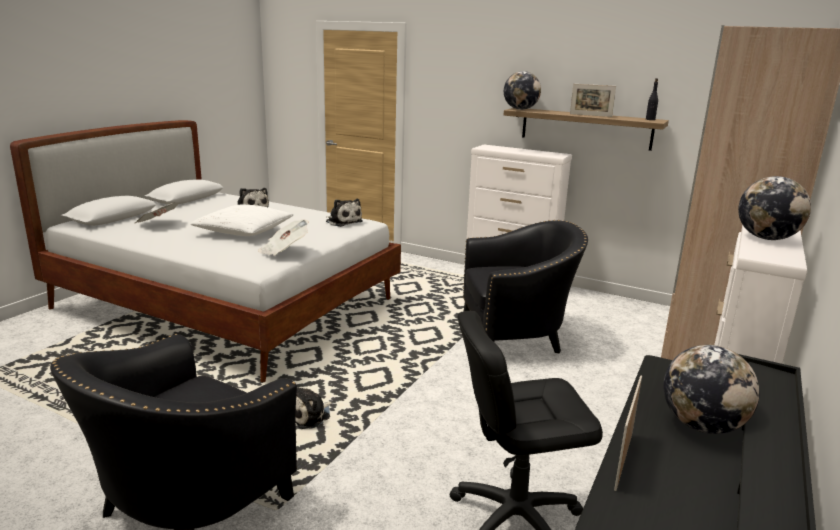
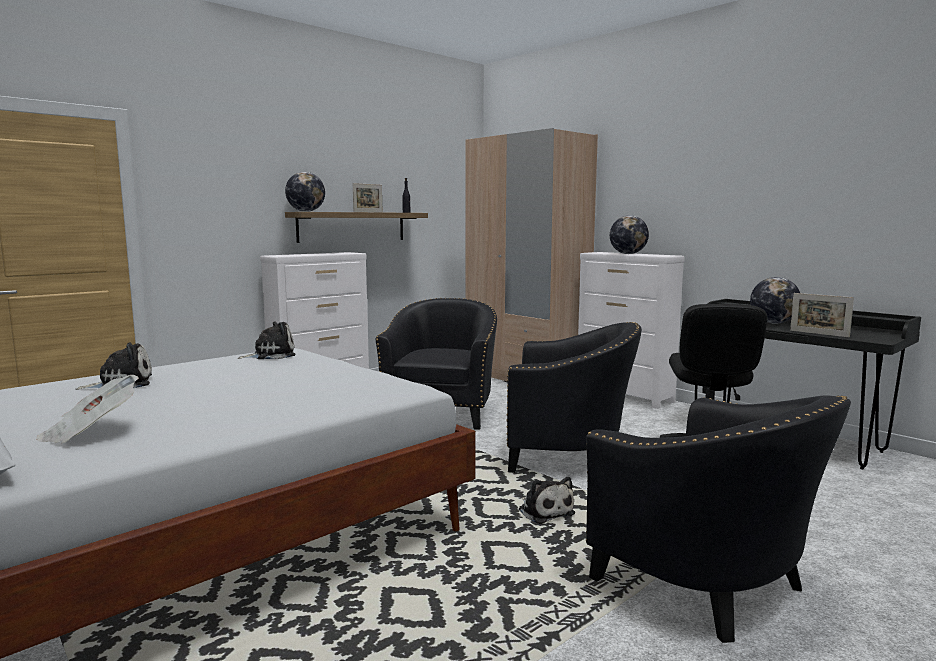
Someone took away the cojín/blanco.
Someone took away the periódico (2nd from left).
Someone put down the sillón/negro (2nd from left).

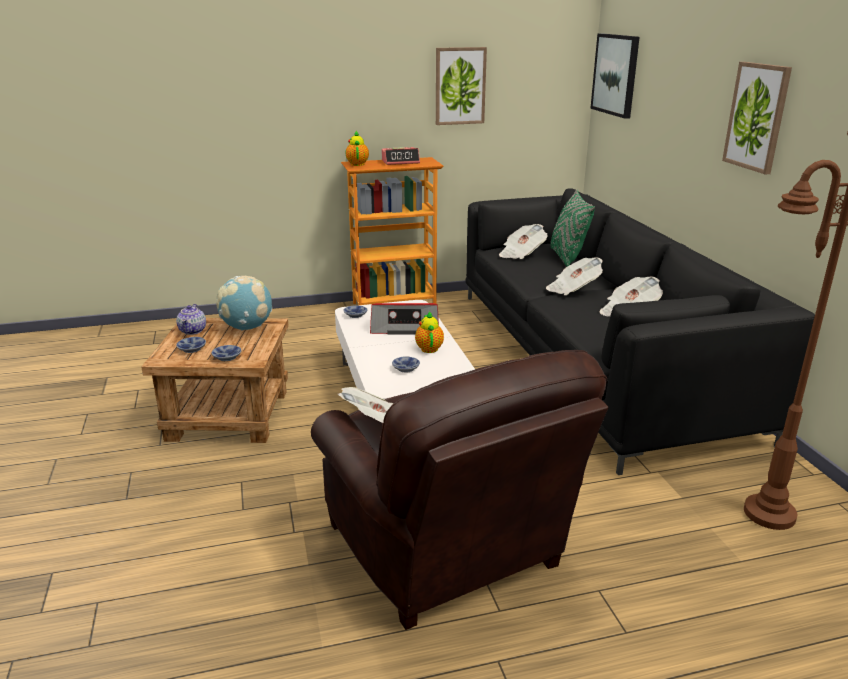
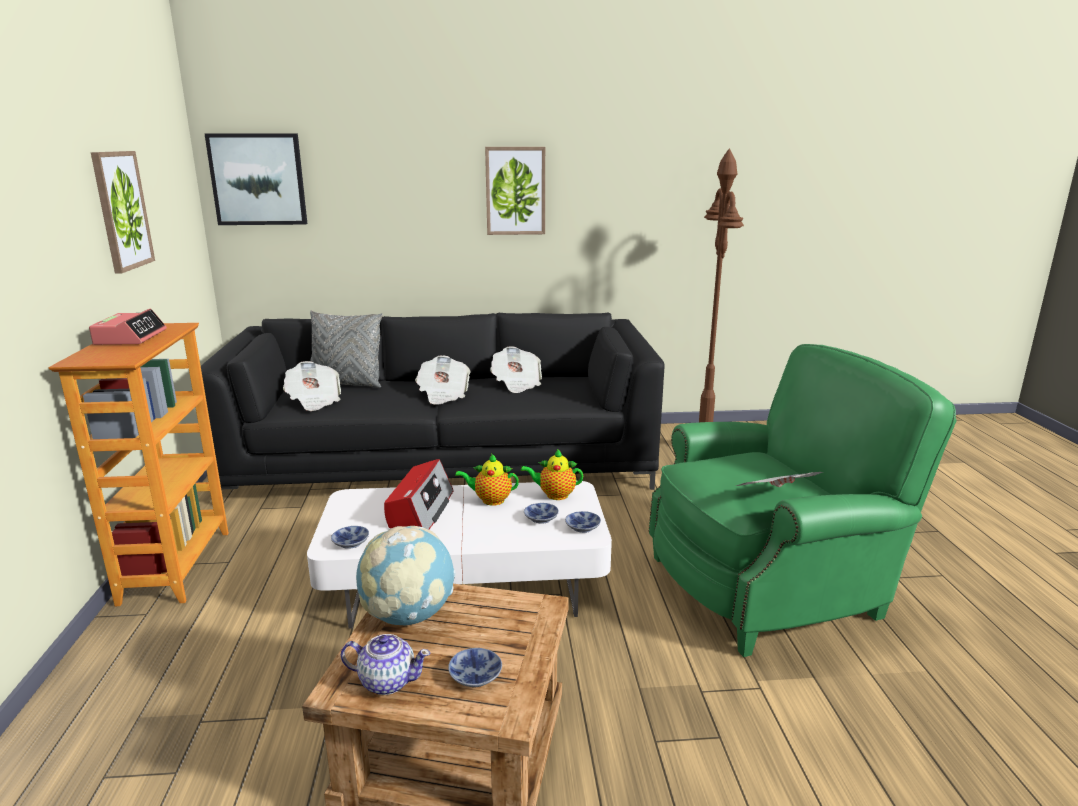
Someone carried the cuenco (2nd from left in the first image).
Someone repainted the sillón/marrón, which became the sillón/verde.
Someone carried the tetera (2nd from left in the first image).
Someone repainted the cojín/verde, which became the cojín/gris.

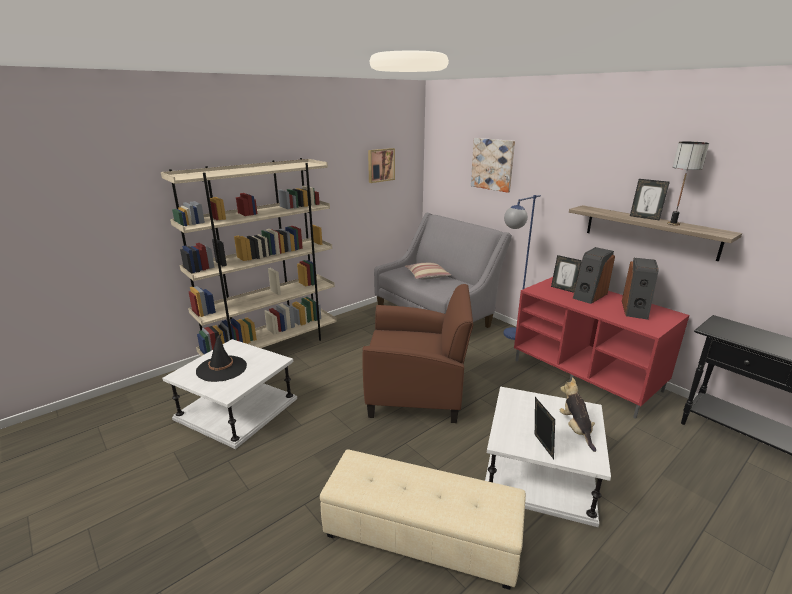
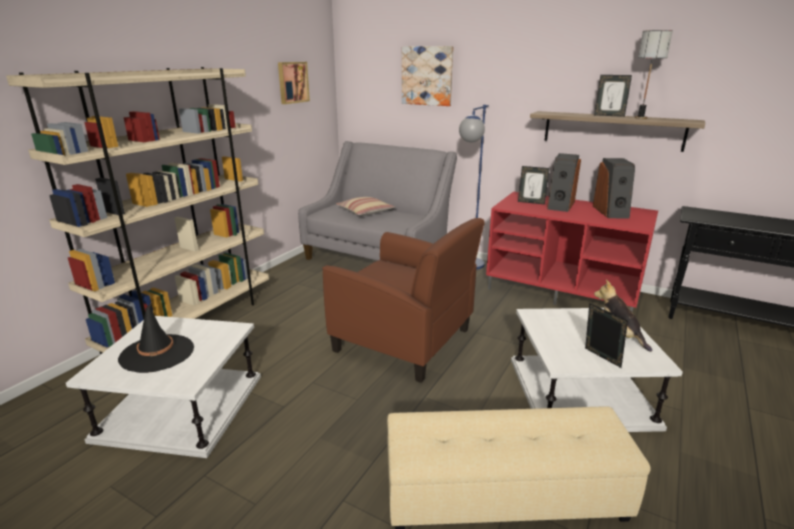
Someone rotated the sillón/marrón by 45 degrees clockwise.

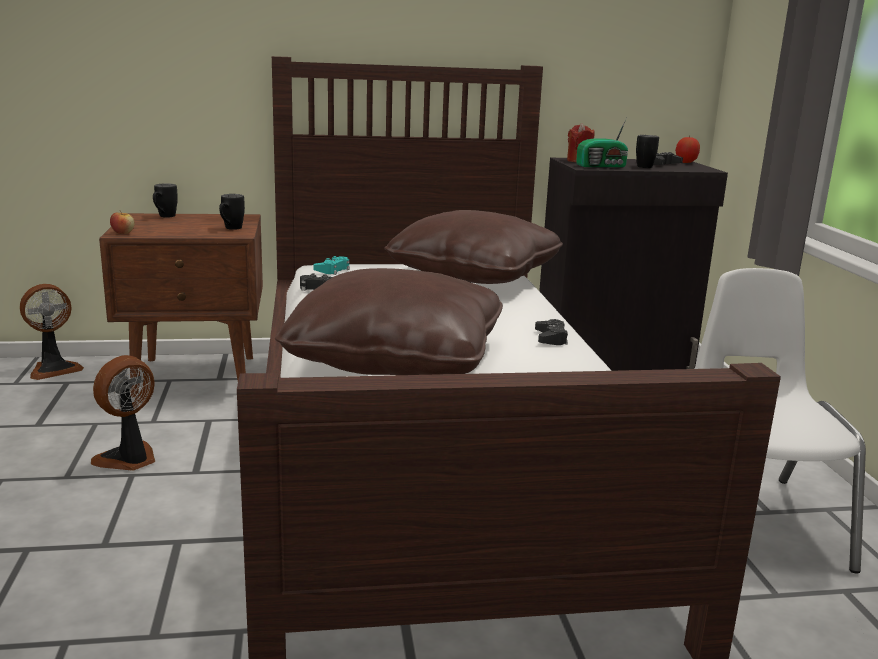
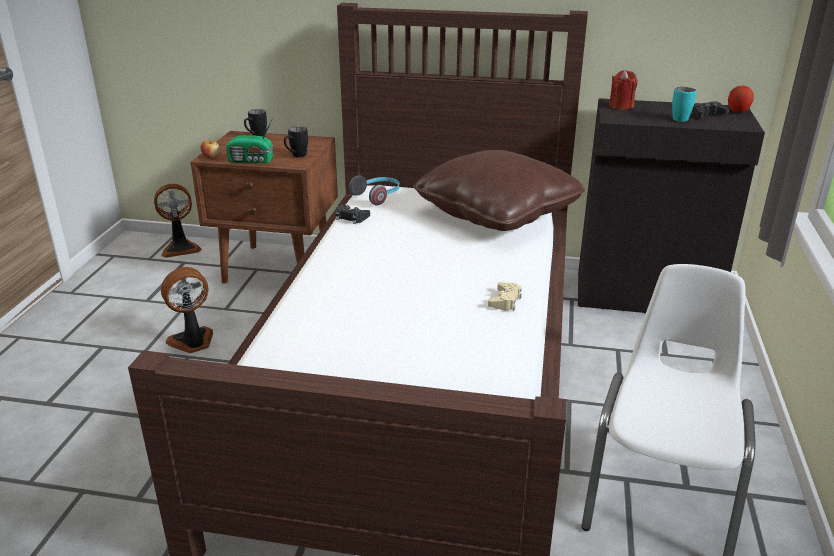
Someone took away the cojín/marrón (1st from left).
Someone swapped the mando de consola/turquesa for the auriculares.
Someone repainted the mando de consola/negro (2nd from left), which became the mando de consola/beis.
Someone carried the radio.
Someone repainted the taza grande/negro (3rd from left), which became the taza grande/turquesa.

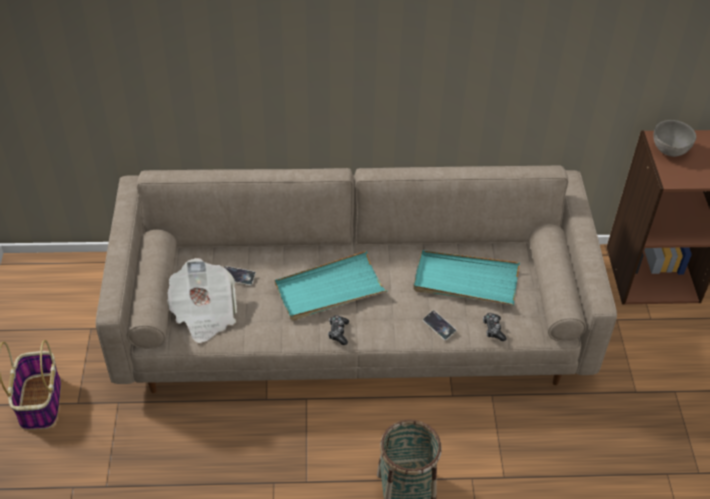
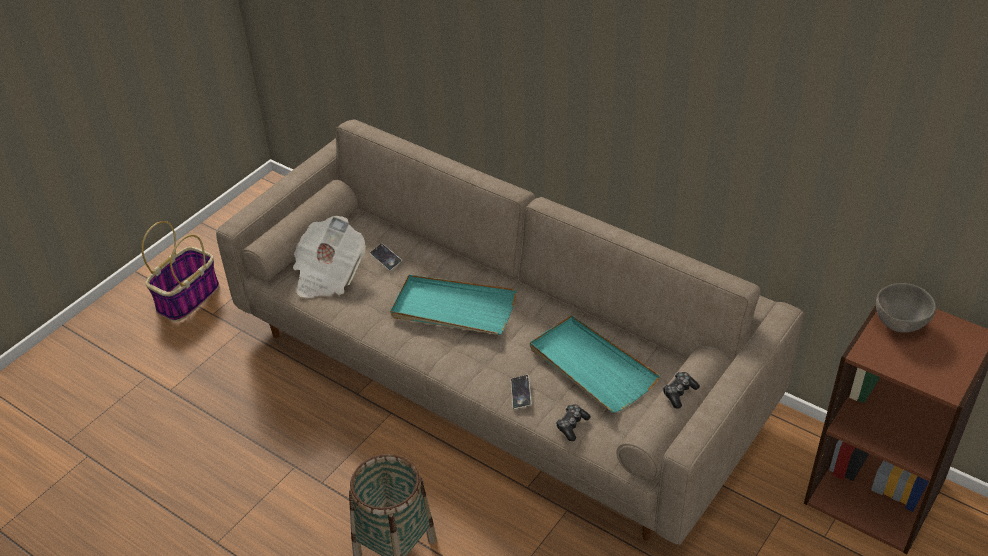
Someone carried the mando de consola (1st from left in the first image).

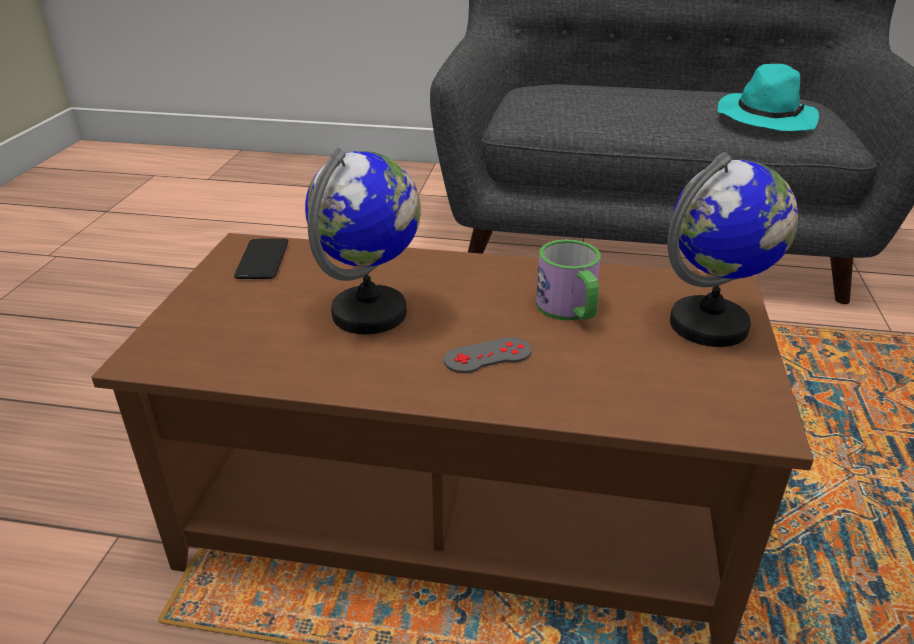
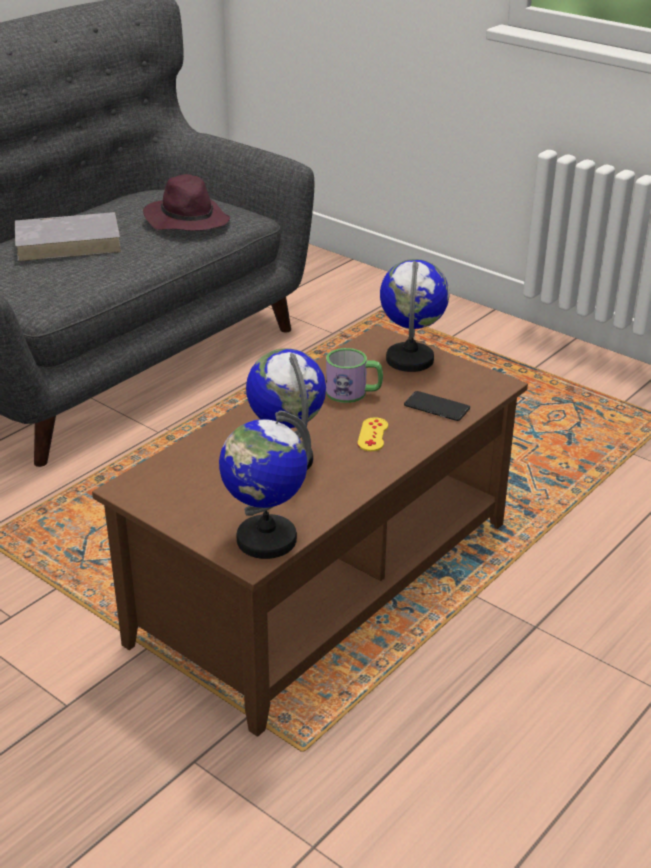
Someone carried the móvil.
Someone repainted the mando de consola/gris, which became the mando de consola/amarillo.
Someone repainted the sombrero/turquesa, which became the sombrero/morado.
Someone put down the libro/gris.
Someone put down the globo terráqueo (1st from left).

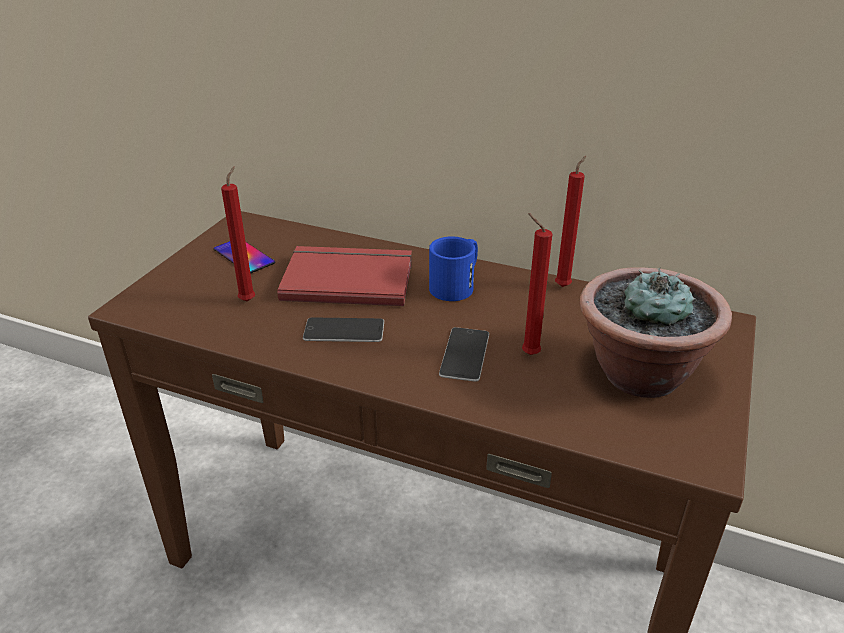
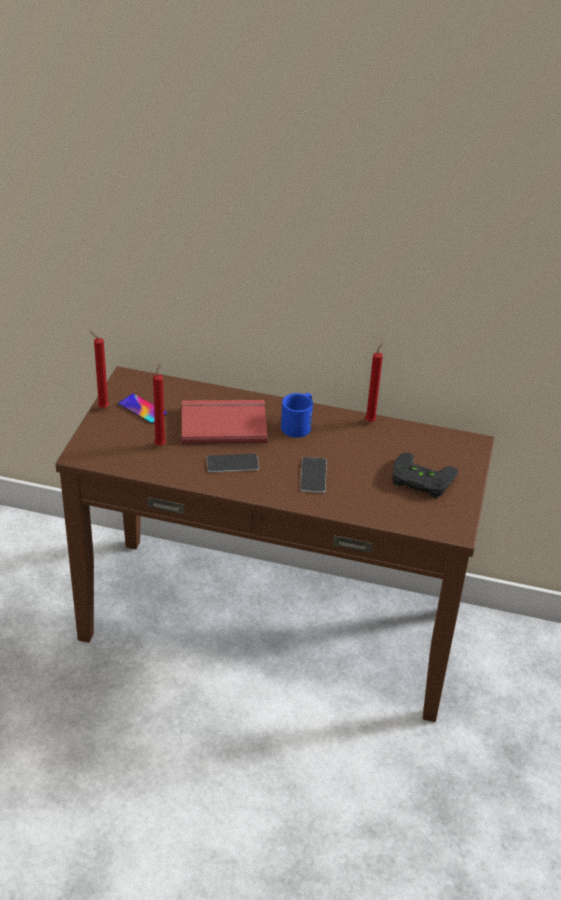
Someone carried the vela/rojo (2nd from left in the first image).
Someone swapped the planta en maceta for the mando de consola/negro.

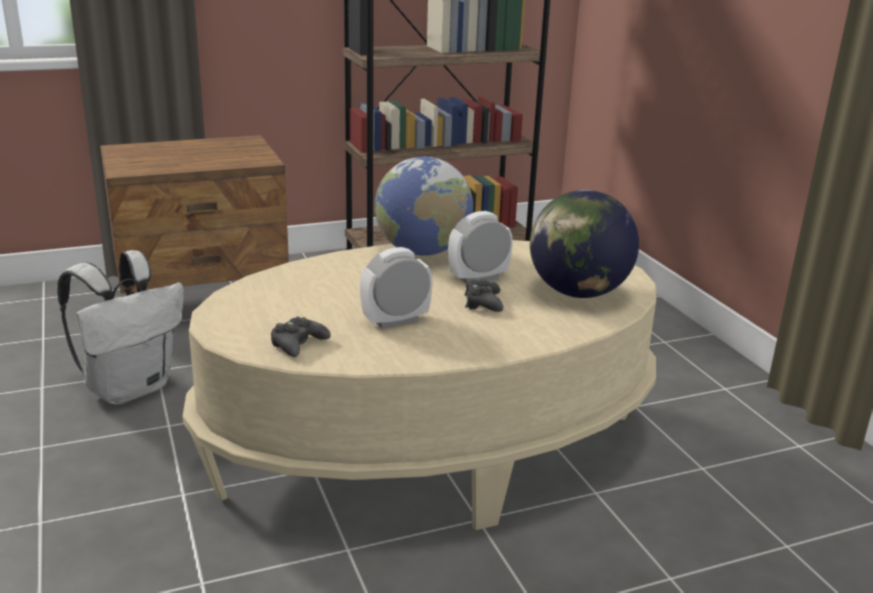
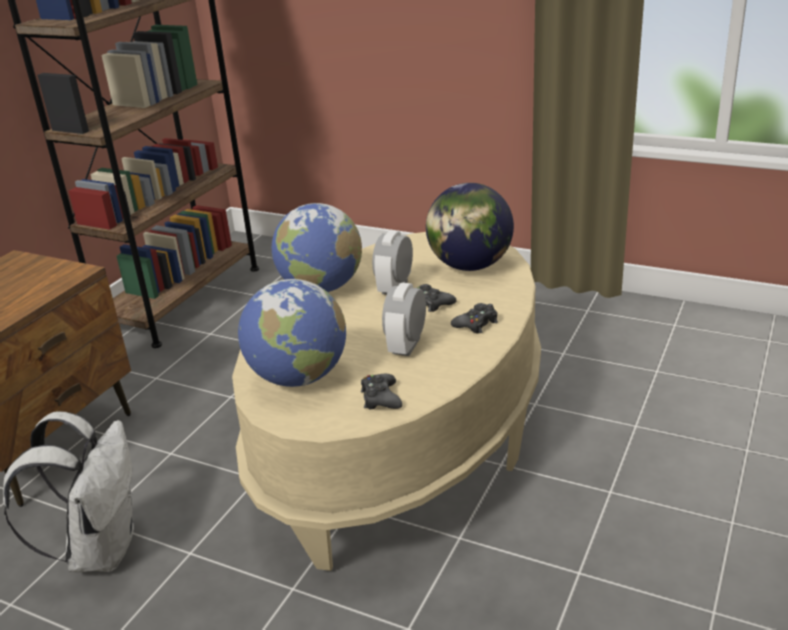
Someone put down the globo terráqueo (1st from left).
Someone put down the mando de consola/negro (3rd from left).

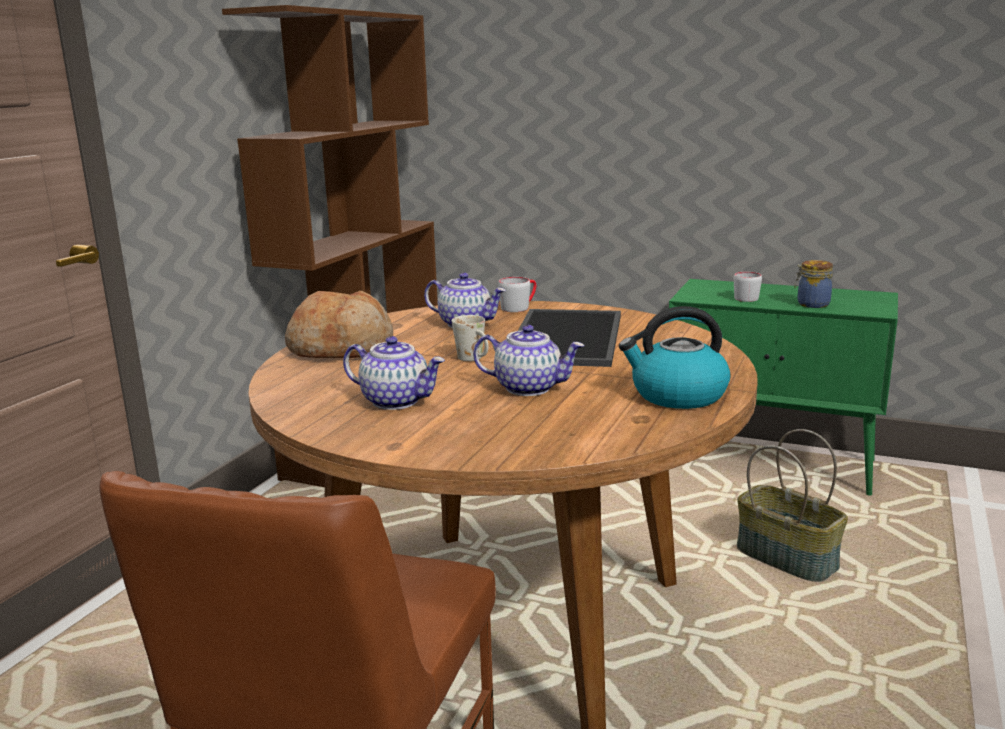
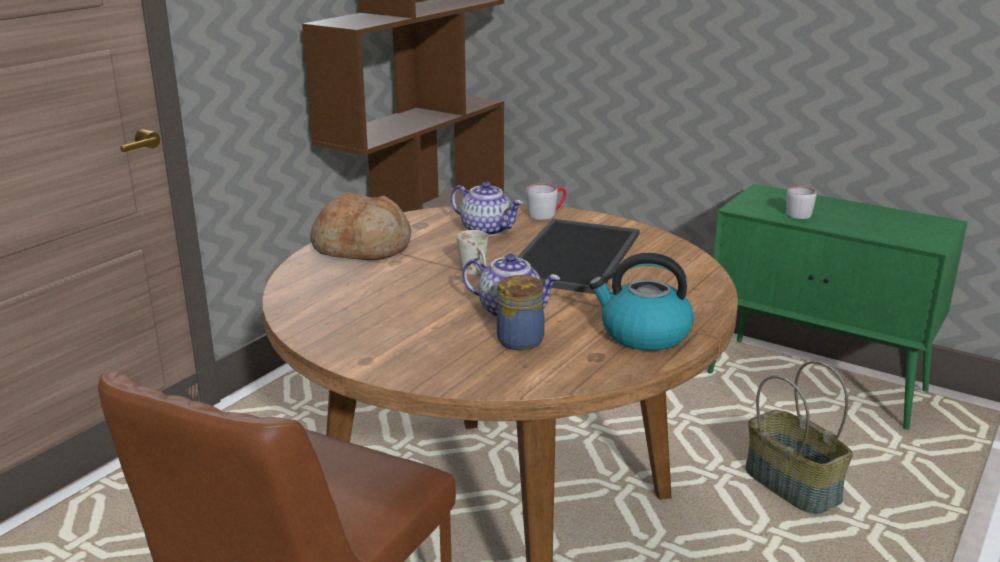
Someone took away the tetera (1st from left).
Someone carried the tarro.

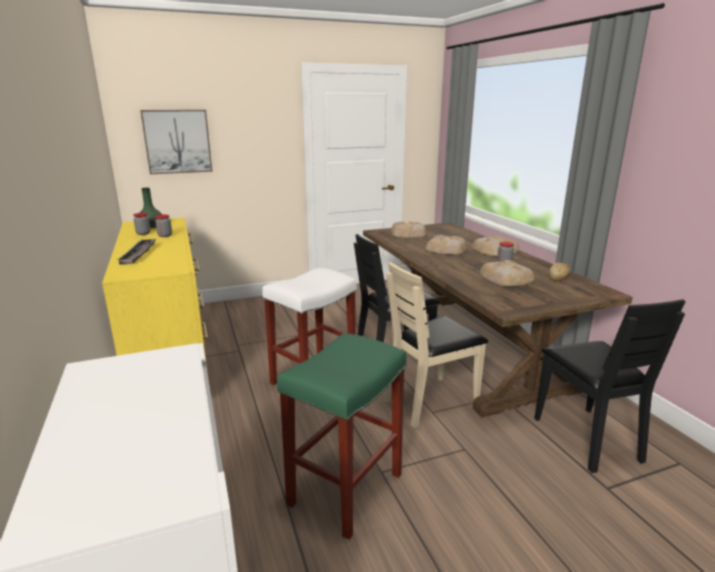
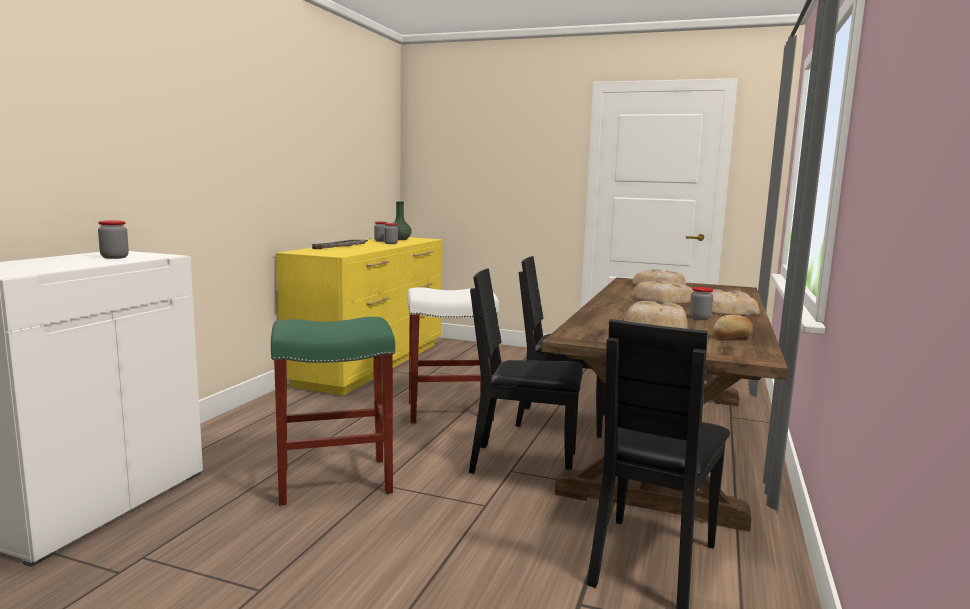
Someone took away the cuadro.
Someone repainted the silla/beis, which became the silla/negro (1st from left).
Someone put down the tarro (1st from left).

